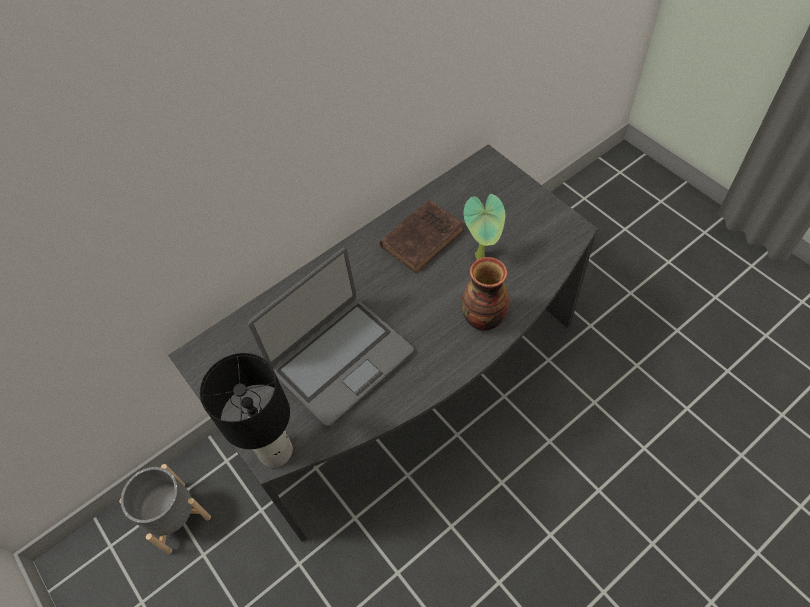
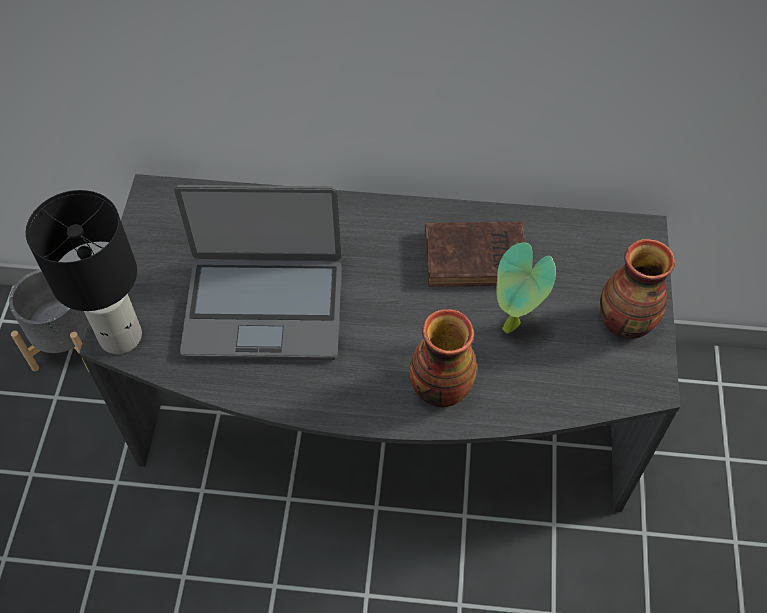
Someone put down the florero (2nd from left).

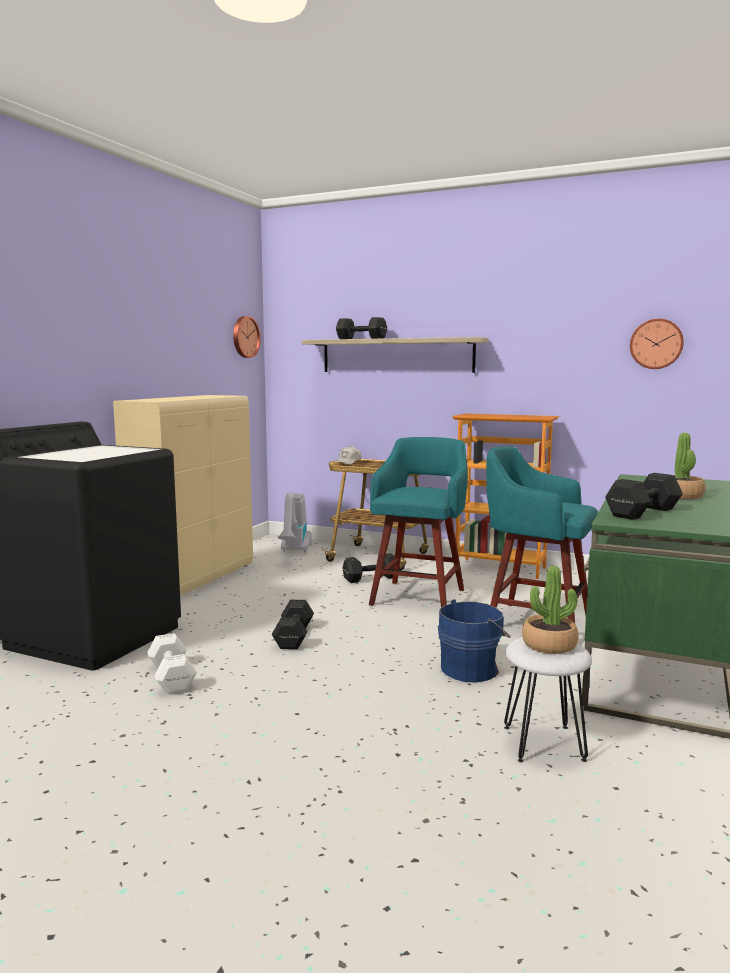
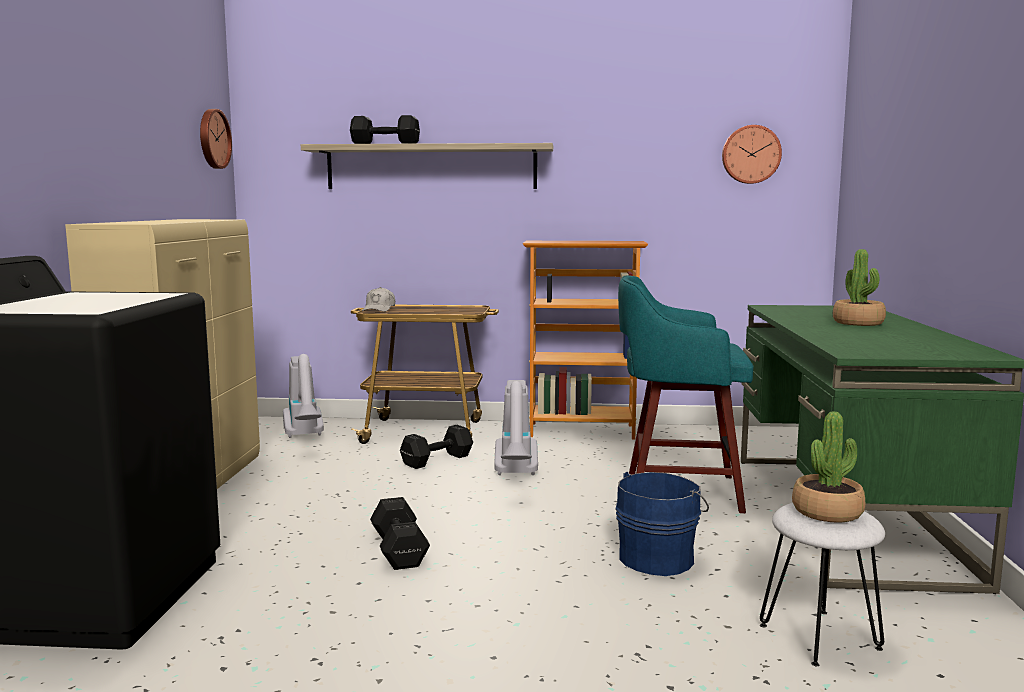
Someone took away the mancuerna/blanco.
Someone swapped the taburete/turquesa (1st from left) for the aspiradora (2nd from left).
Someone took away the mancuerna/negro (4th from left).

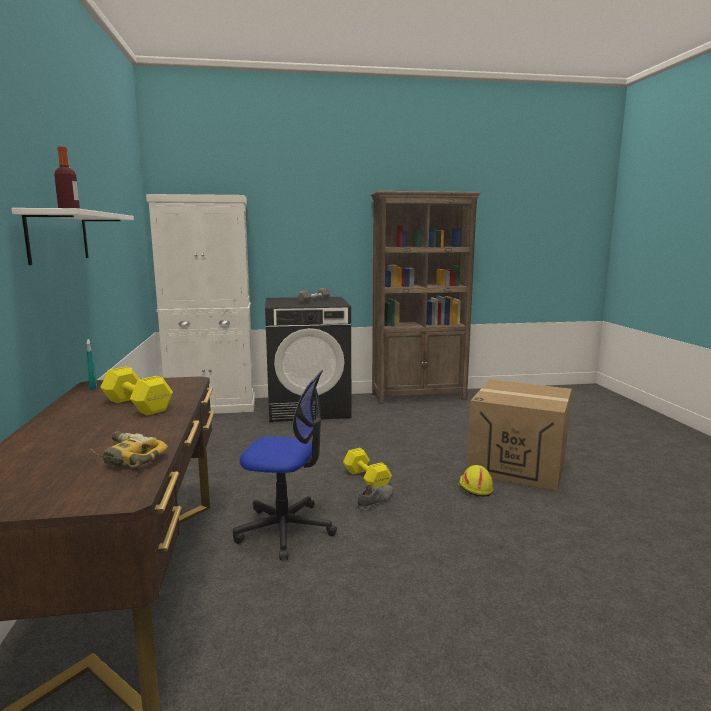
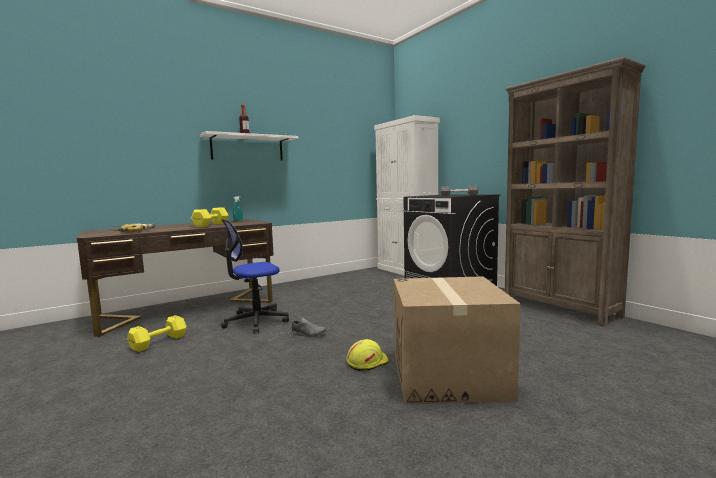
Someone rotated the silla de oficina by 75 degrees clockwise.
Someone carried the mancuerna/amarillo (2nd from left in the first image).

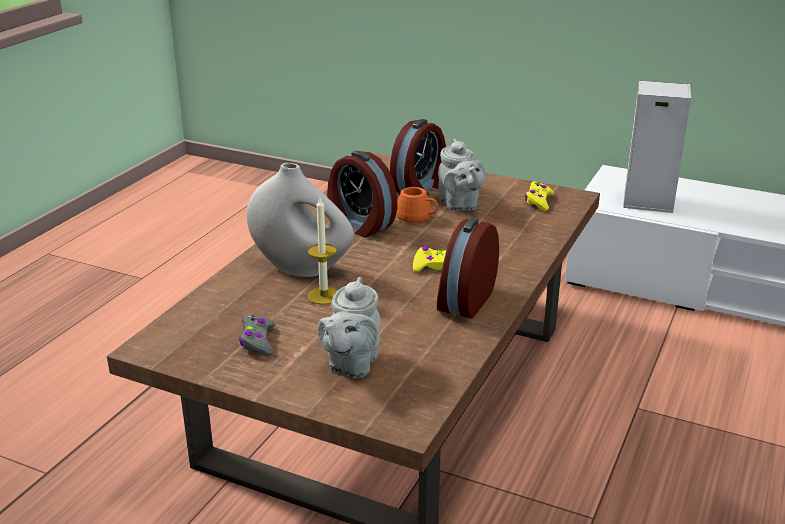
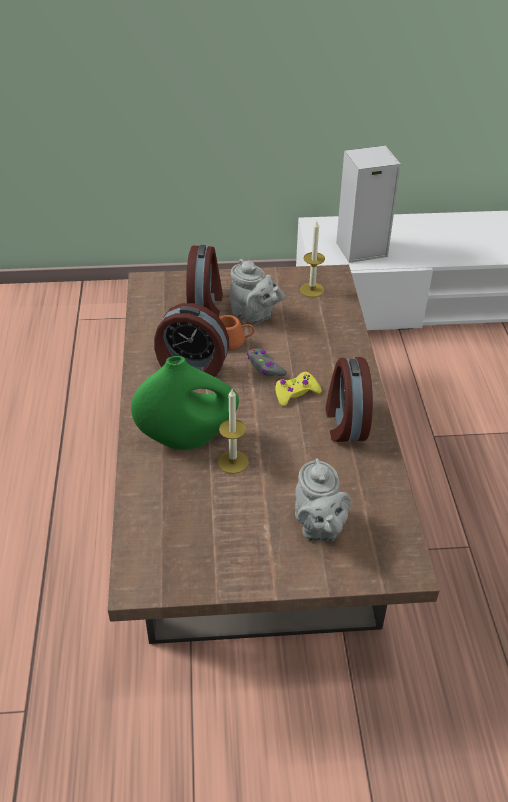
Someone carried the mando de consola/gris.
Someone repainted the florero/blanco, which became the florero/verde.
Someone swapped the mando de consola/amarillo (2nd from left) for the vela (2nd from left).

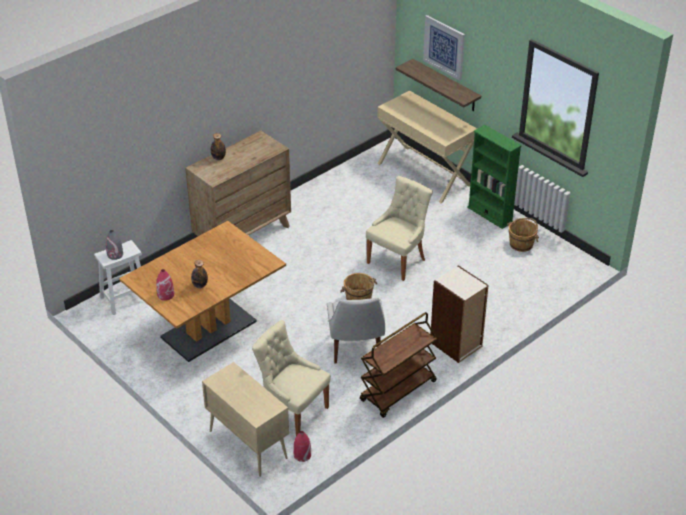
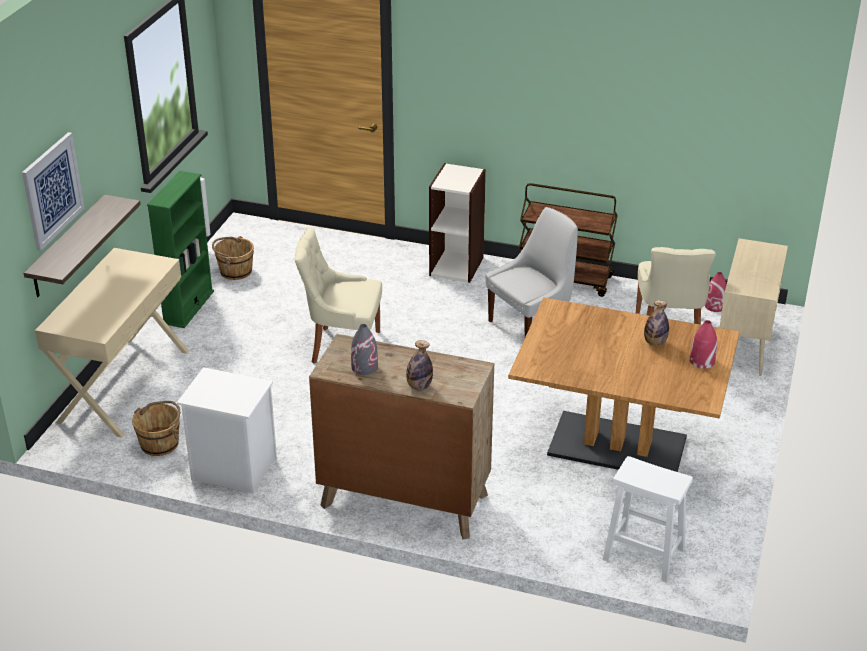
Someone carried the florero/gris.
Someone carried the cubo/marrón (1st from left).
Someone put down the mesita de noche/blanco.

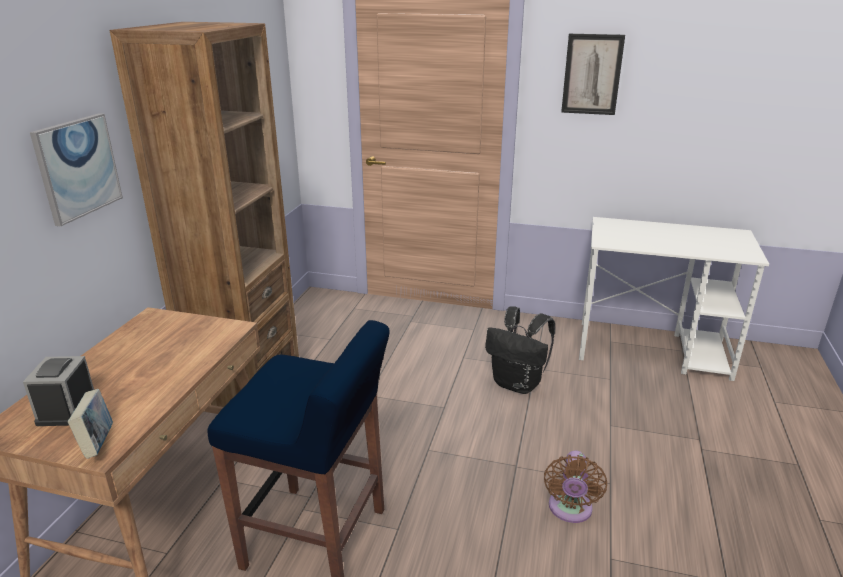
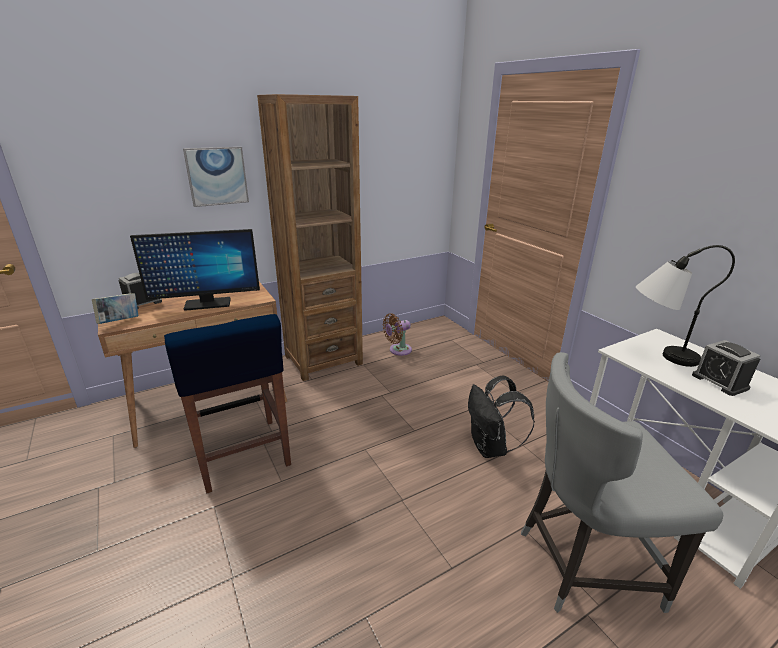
Someone carried the ventilador/marrón.
Someone took away the cuadro (2nd from left).
Someone put down the monitor.
Someone put down the silla/gris.
Someone put down the lámpara de mesa.
Someone put down the despertador (2nd from left).

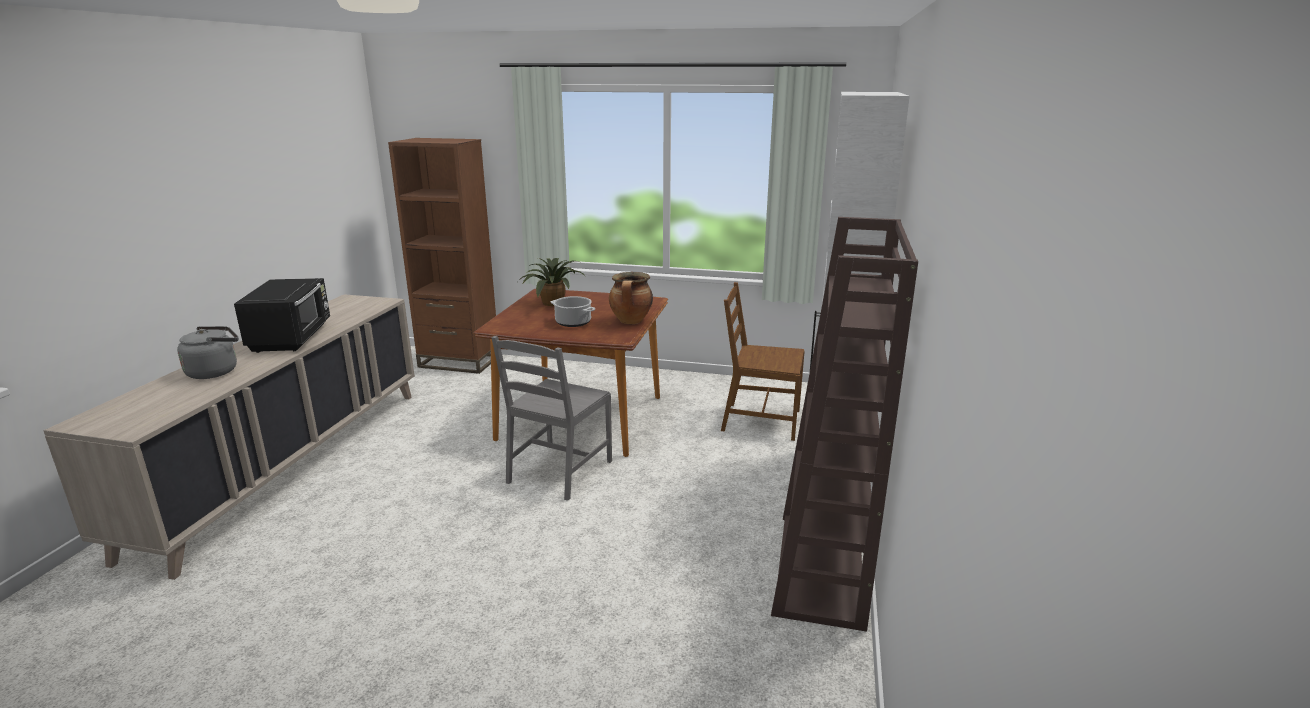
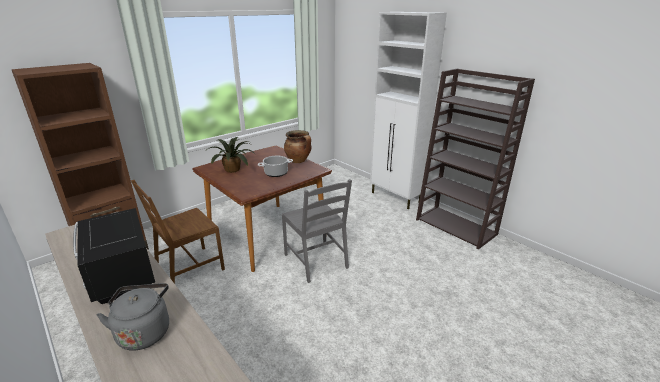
Someone rotated the microondas/negro by 150 degrees counterclockwise.
Someone carried the silla/marrón.

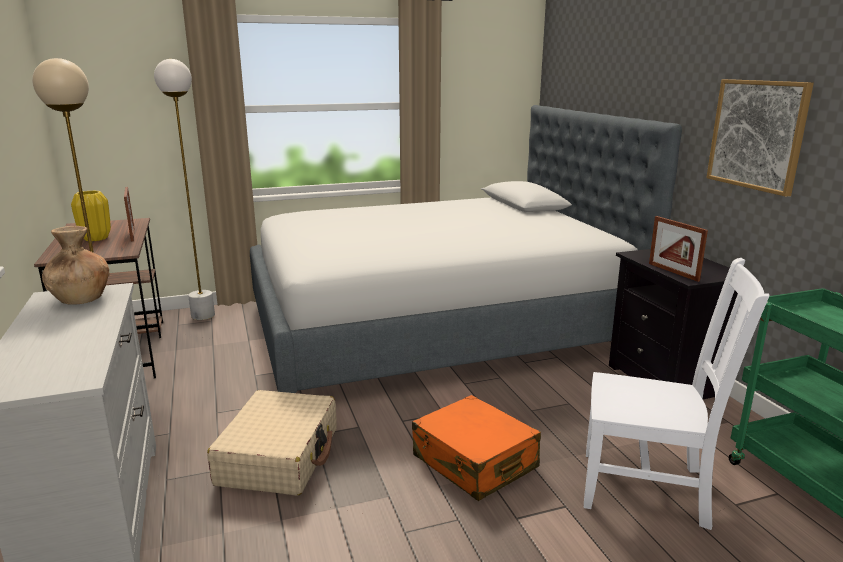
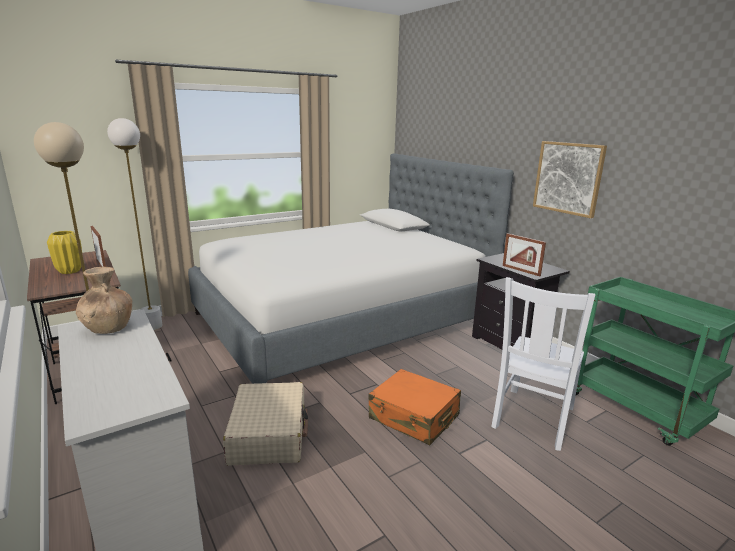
Someone rotated the silla/blanco by 120 degrees clockwise.

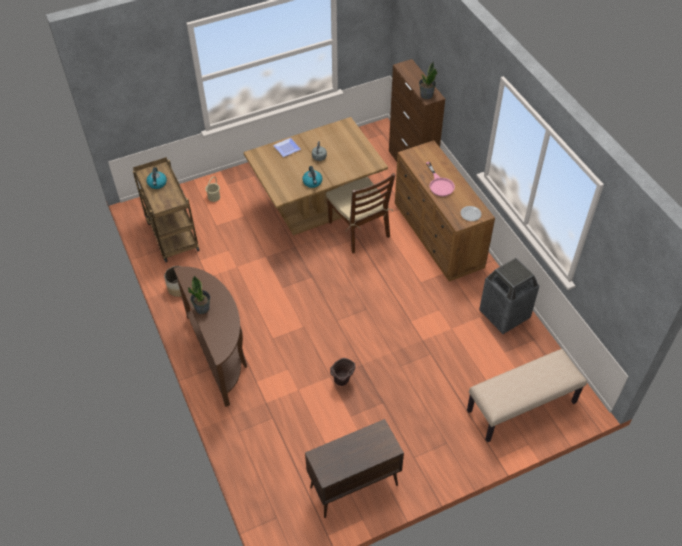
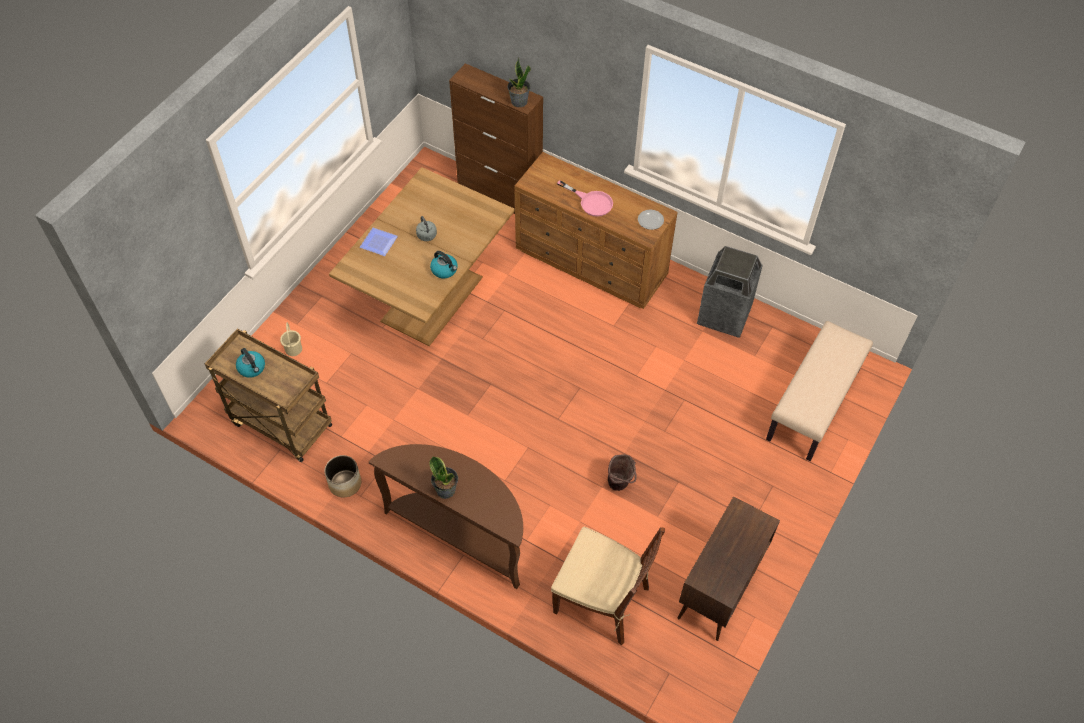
Someone carried the silla/marrón.

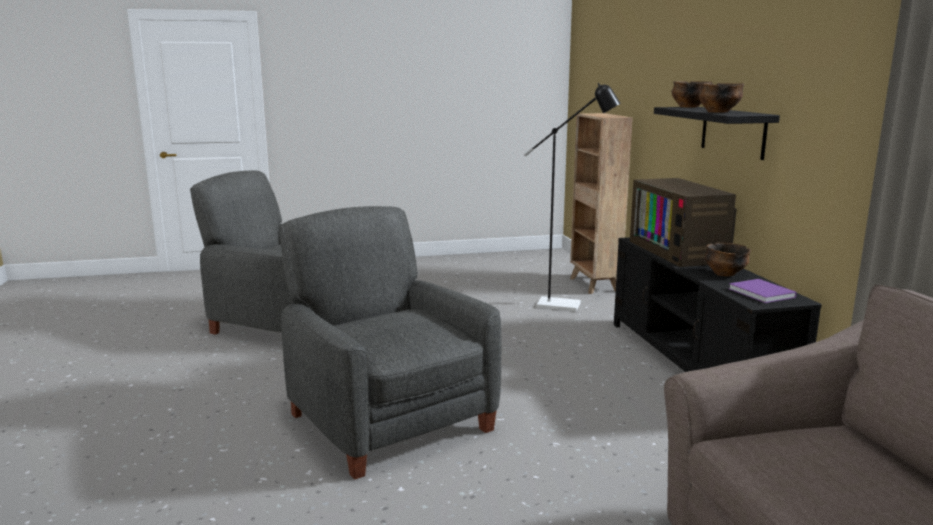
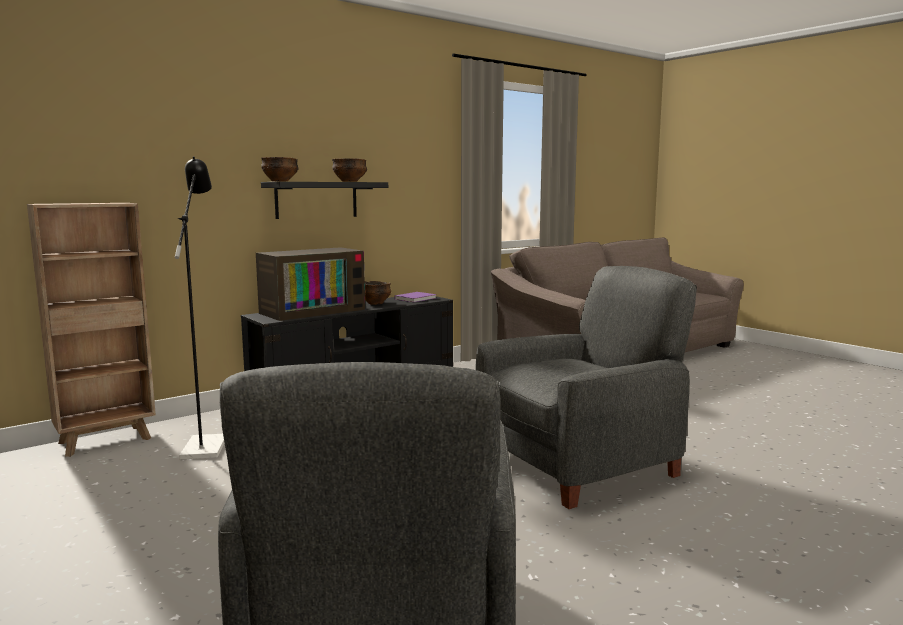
Someone rotated the sillón/gris (2nd from left) by 150 degrees counterclockwise.

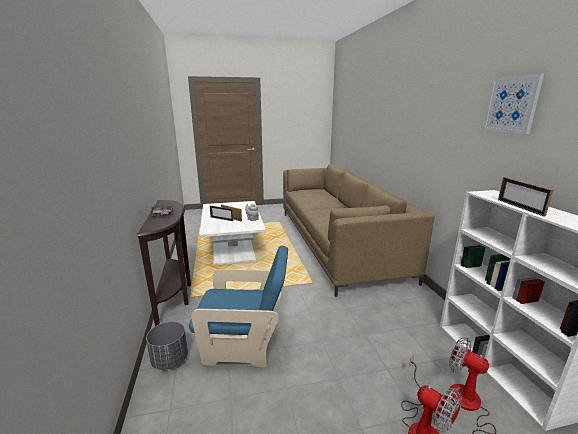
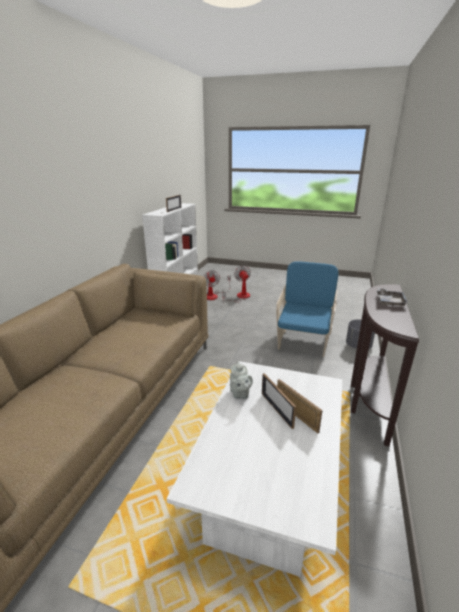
Someone rotated the sillón/azul by 75 degrees clockwise.
Someone took away the cuadro.

